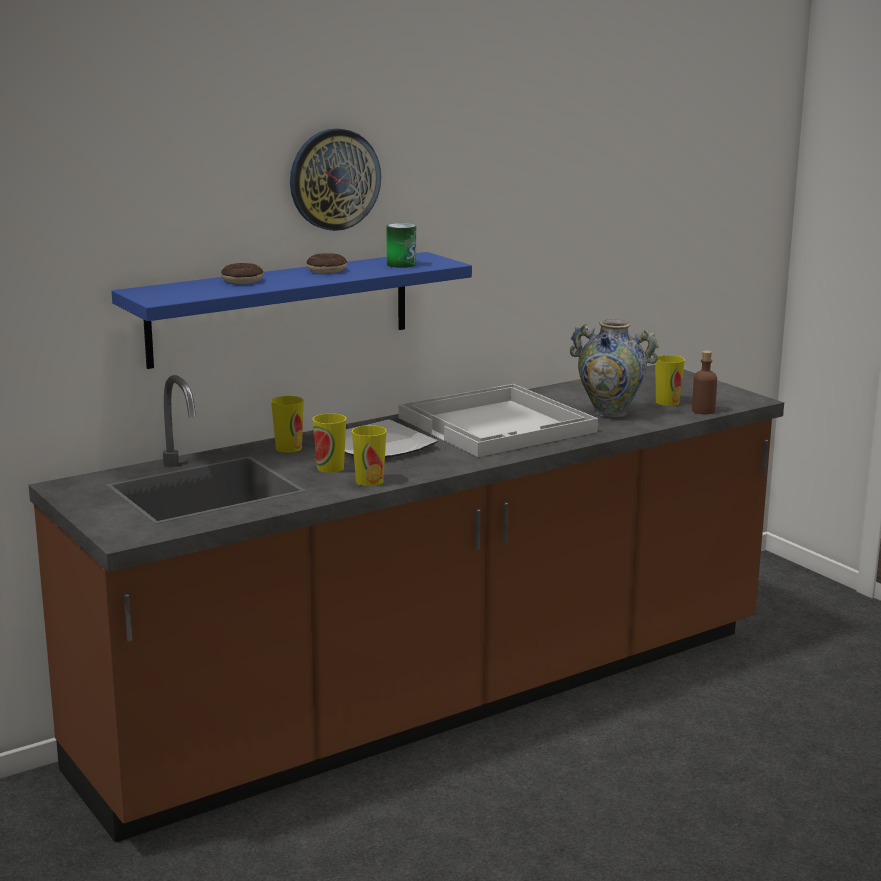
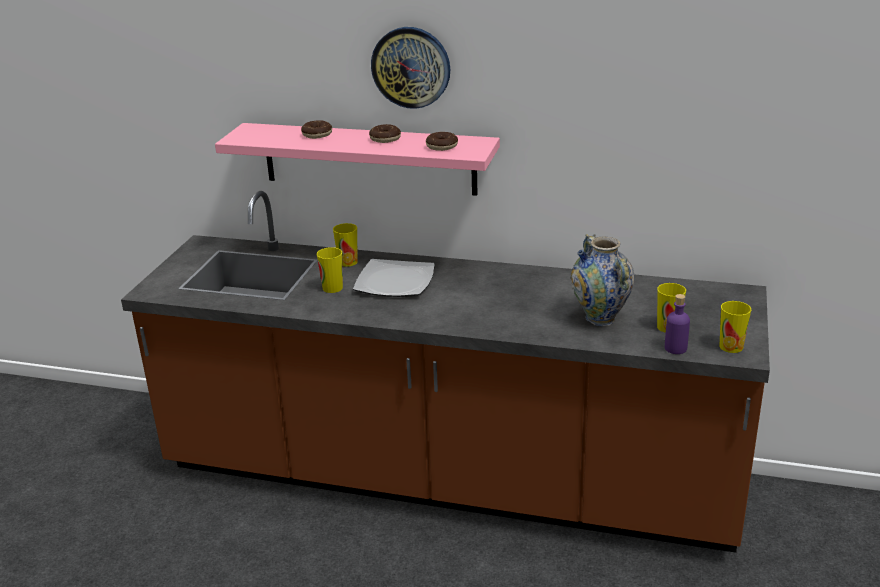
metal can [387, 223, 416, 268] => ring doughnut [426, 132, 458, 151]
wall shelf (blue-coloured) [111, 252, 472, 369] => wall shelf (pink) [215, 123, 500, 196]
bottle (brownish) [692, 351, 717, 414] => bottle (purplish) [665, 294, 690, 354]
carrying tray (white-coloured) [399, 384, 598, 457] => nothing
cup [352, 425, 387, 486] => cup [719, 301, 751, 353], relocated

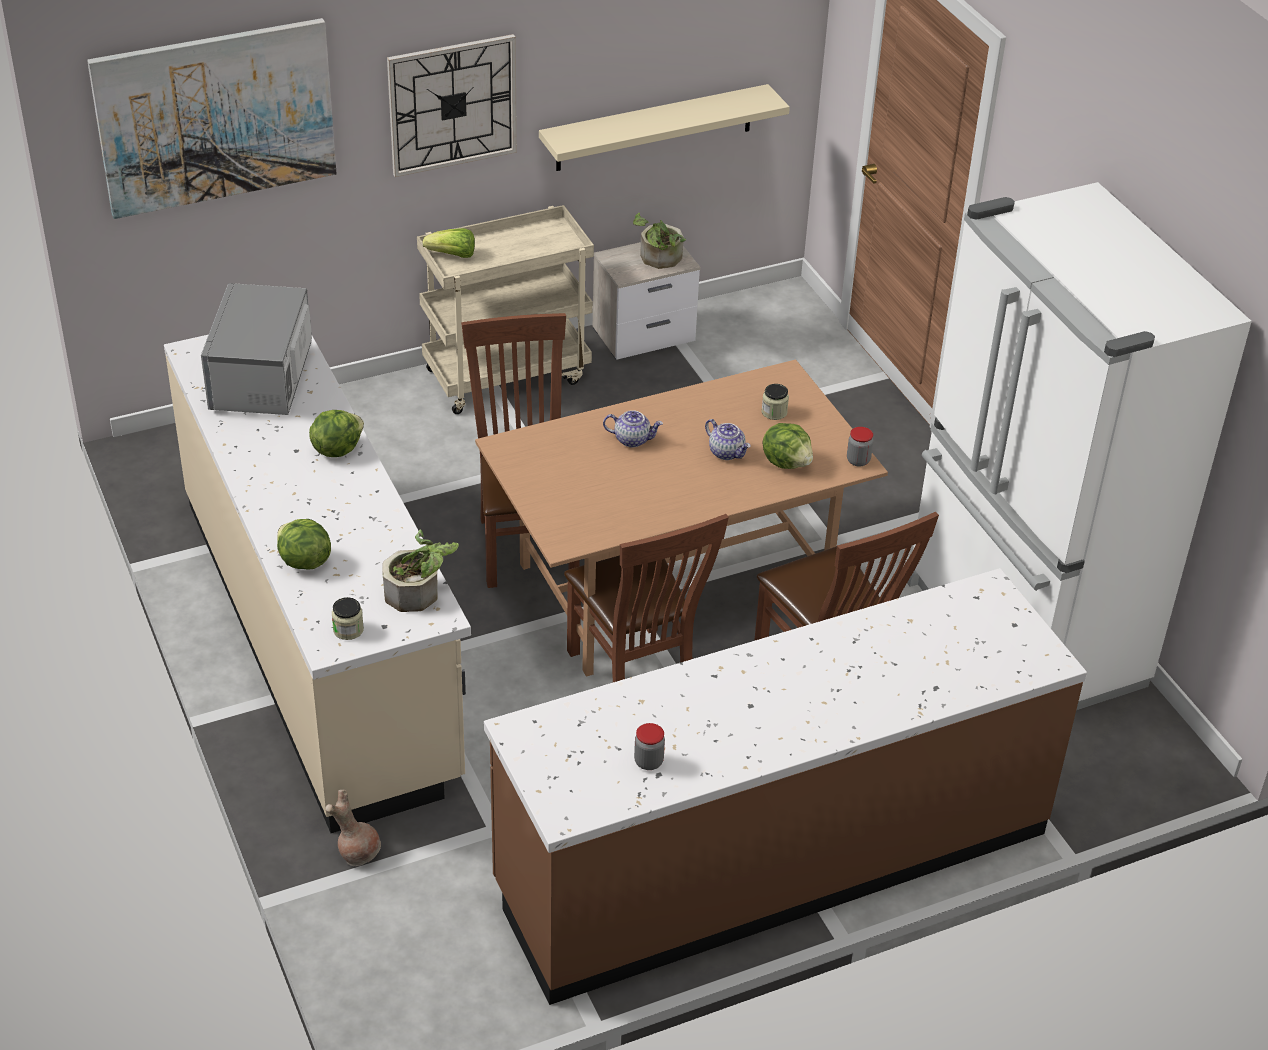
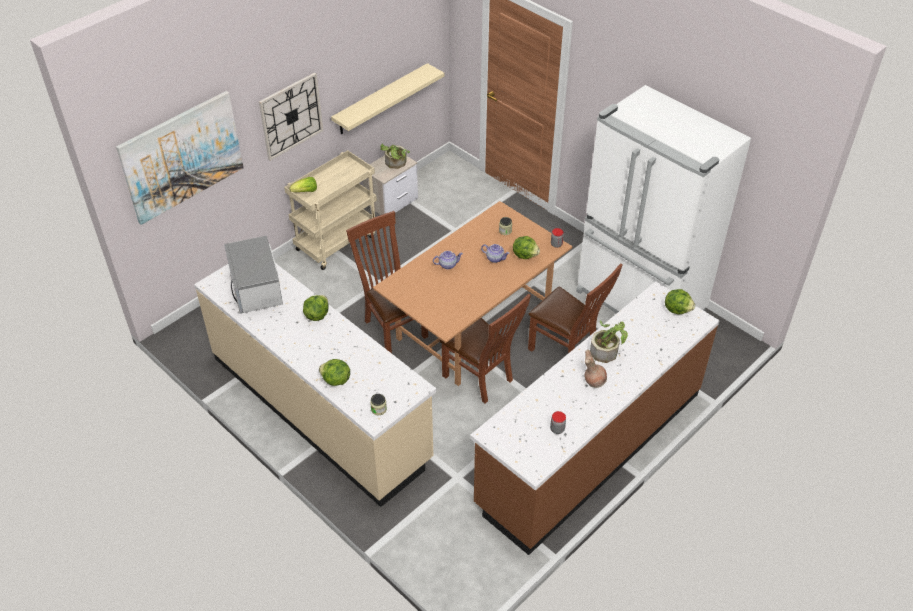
potted plant [383, 529, 459, 612] => potted plant [590, 320, 628, 363], relocated
flower vase (brownish) [325, 789, 381, 866] => flower vase (brownish) [585, 350, 607, 388], relocated
nothing => head of lettuce [665, 289, 695, 314]

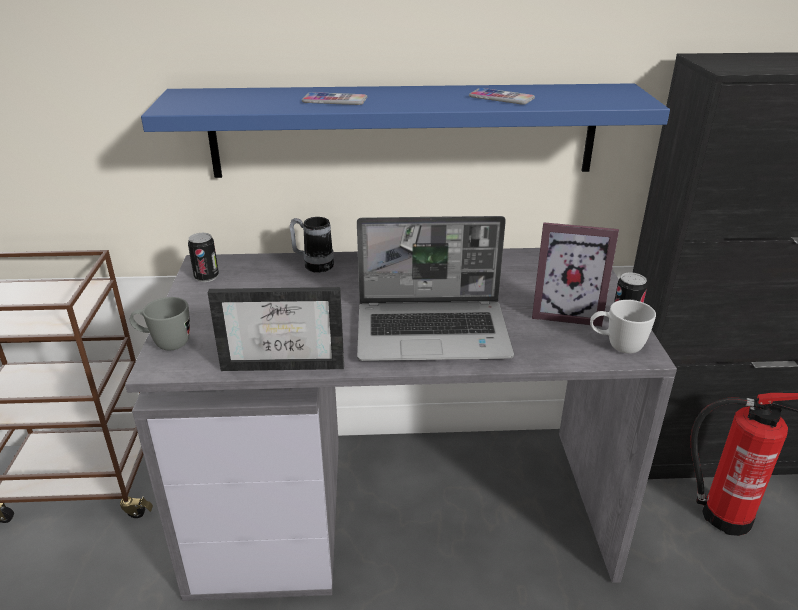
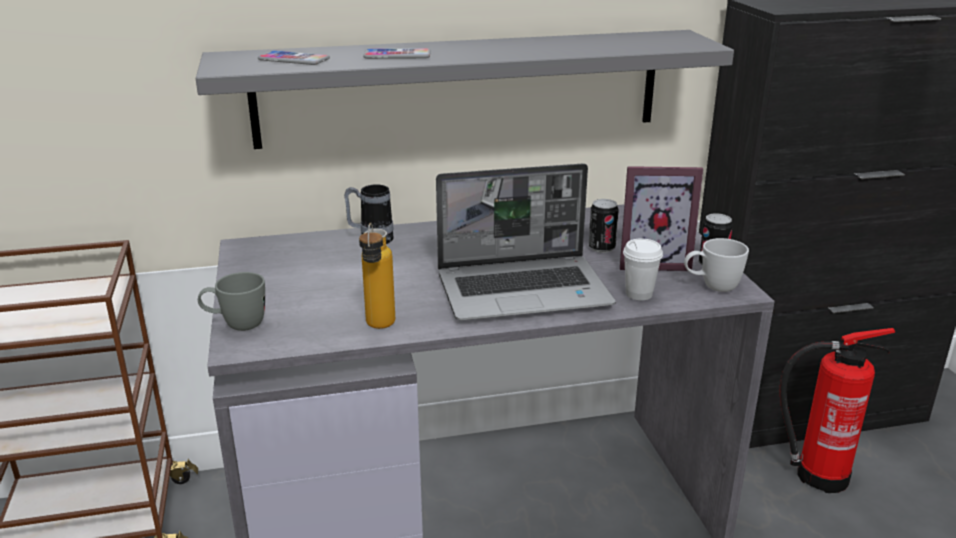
wall shelf (blue-coloured) [141, 83, 670, 178] => wall shelf (greyish) [196, 30, 734, 149]
telephone [469, 88, 535, 105] => telephone [258, 50, 330, 65], relocated
metal can [188, 233, 219, 282] => metal can [589, 199, 619, 253], relocated
photo frame [208, 287, 344, 371] => bottle [359, 223, 395, 329]
nothing => cup (white-coloured) [623, 239, 663, 301]

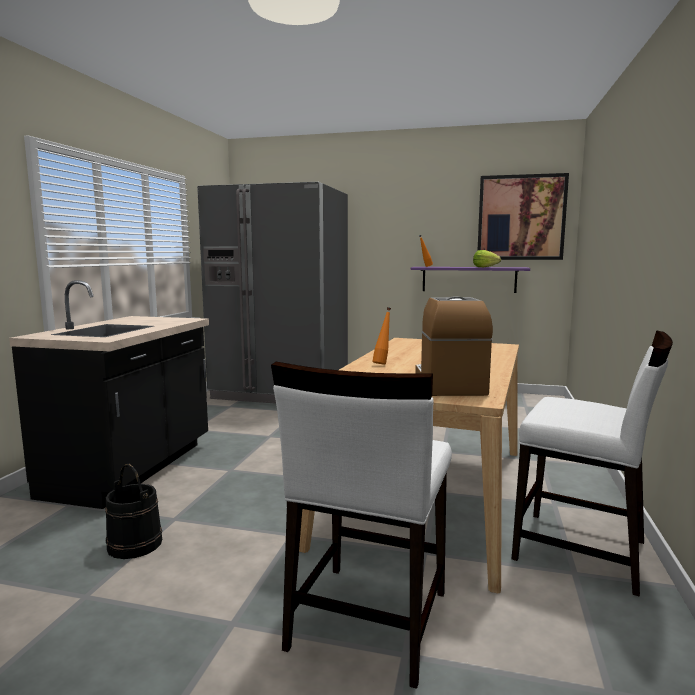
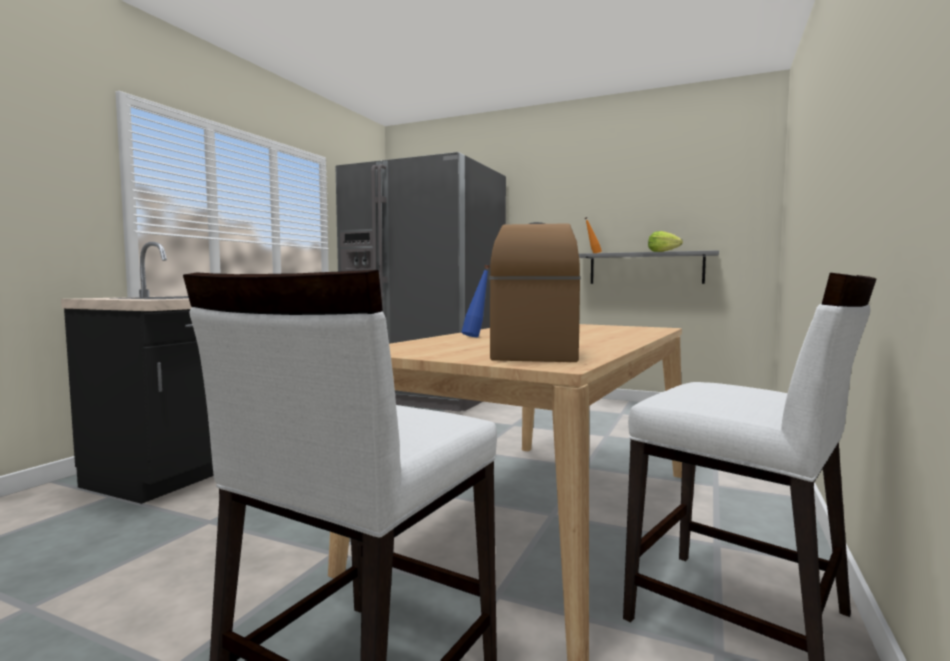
picture [478, 173, 569, 260] => nothing
wall shelf (purplish) [411, 267, 530, 293] => wall shelf (greyish) [579, 250, 719, 284]
bottle (orange-coloured) [372, 307, 391, 364] => bottle (blue-coloured) [461, 265, 490, 337]
water bucket (black) [105, 464, 162, 559] => nothing

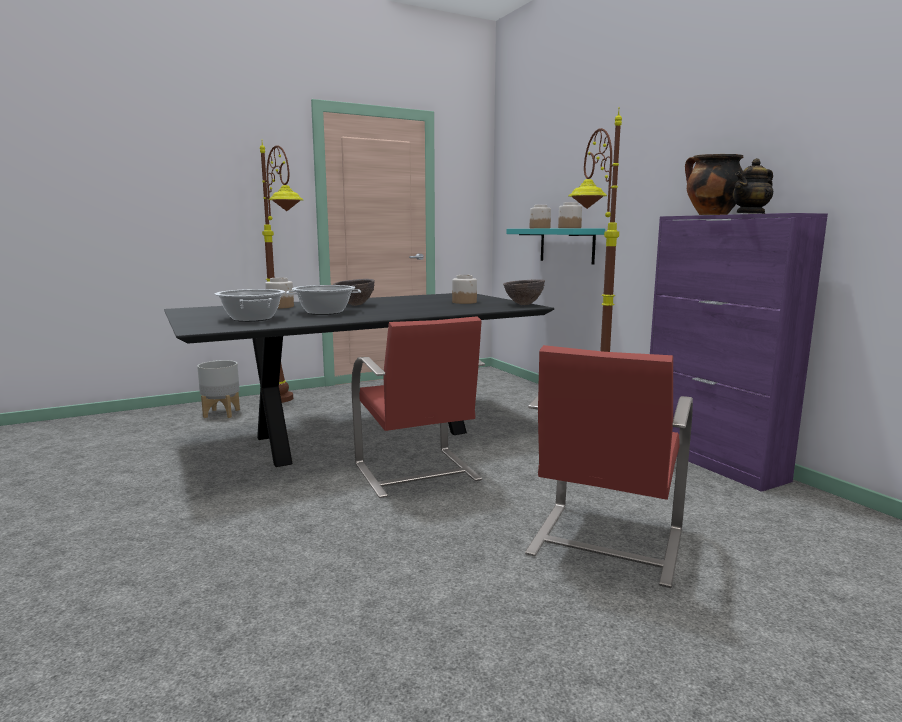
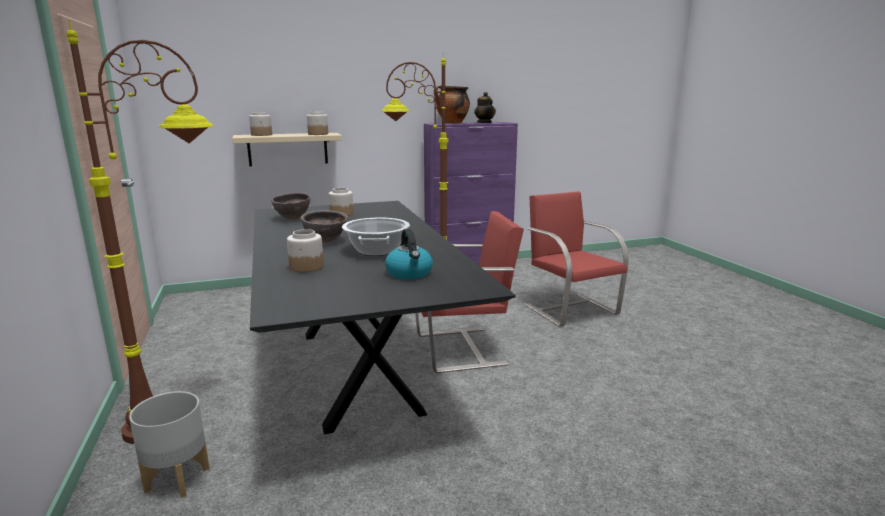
wall shelf (blue-green) [506, 228, 605, 265] => wall shelf (beige) [232, 133, 342, 166]
bowl (brownish) [503, 279, 545, 305] => bowl (brownish) [271, 192, 311, 220], relocated
cooking pot [215, 289, 285, 322] => kettle [385, 229, 433, 279]
upright chair (reddish) [525, 345, 693, 588] => upright chair (reddish) [524, 191, 629, 327], 150 degrees counterclockwise

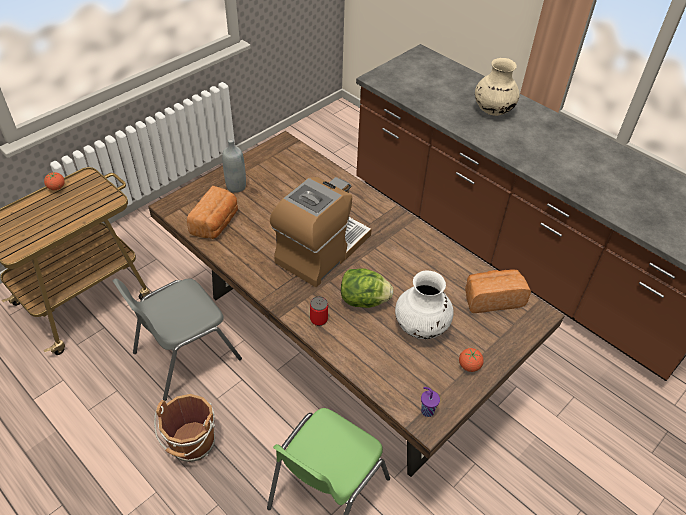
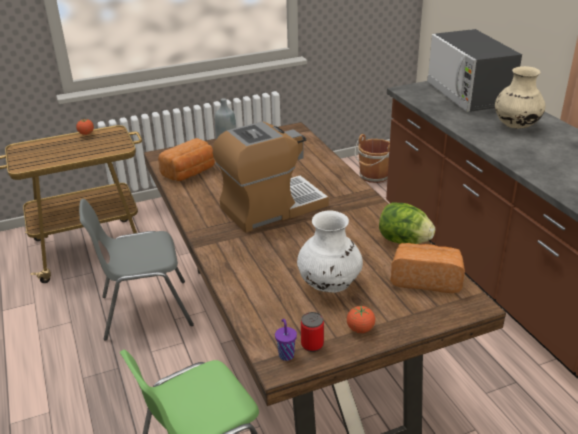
head of lettuce [341, 268, 394, 308] => head of lettuce [379, 202, 435, 244], relocated
metal can [310, 296, 328, 326] => metal can [301, 312, 324, 352], relocated
water bucket (brownish) [154, 394, 215, 462] => water bucket (brownish) [355, 134, 390, 183], relocated
nothing => kitchen microwave [427, 29, 522, 112]

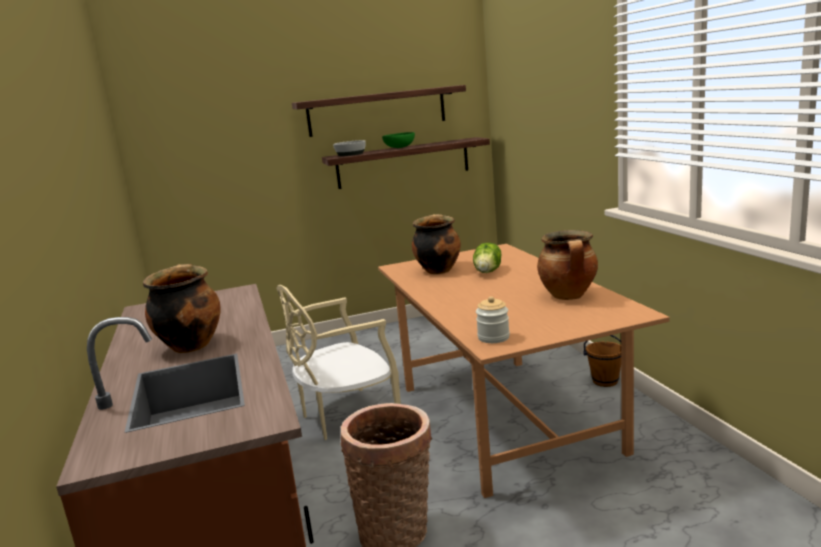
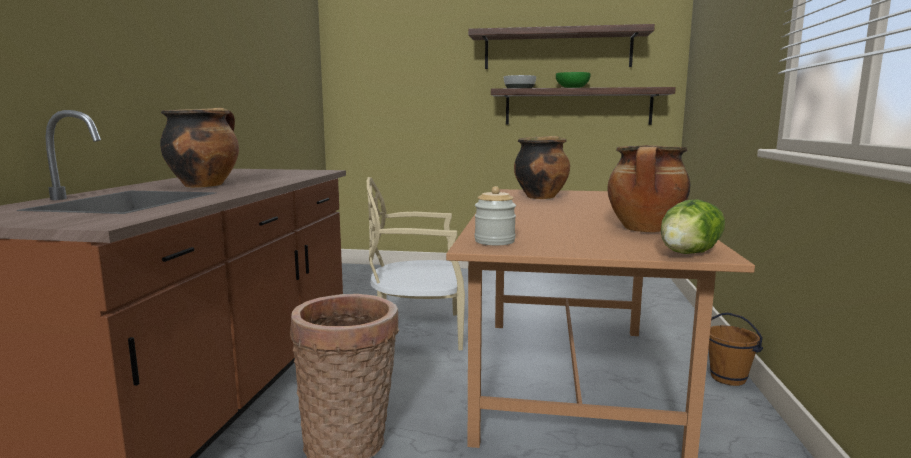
head of lettuce [473, 243, 501, 273] => head of lettuce [661, 199, 725, 254], relocated

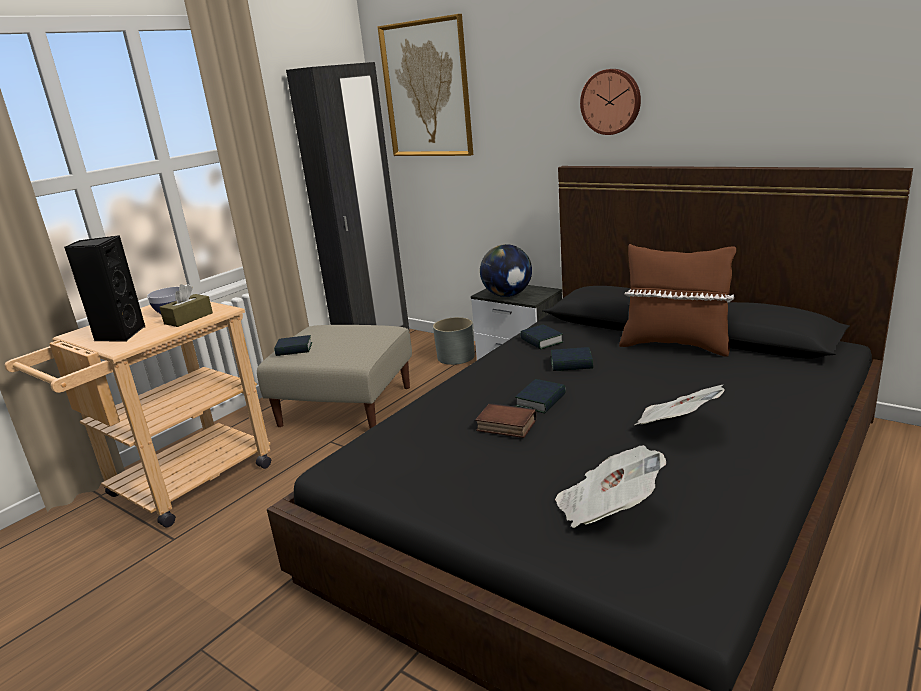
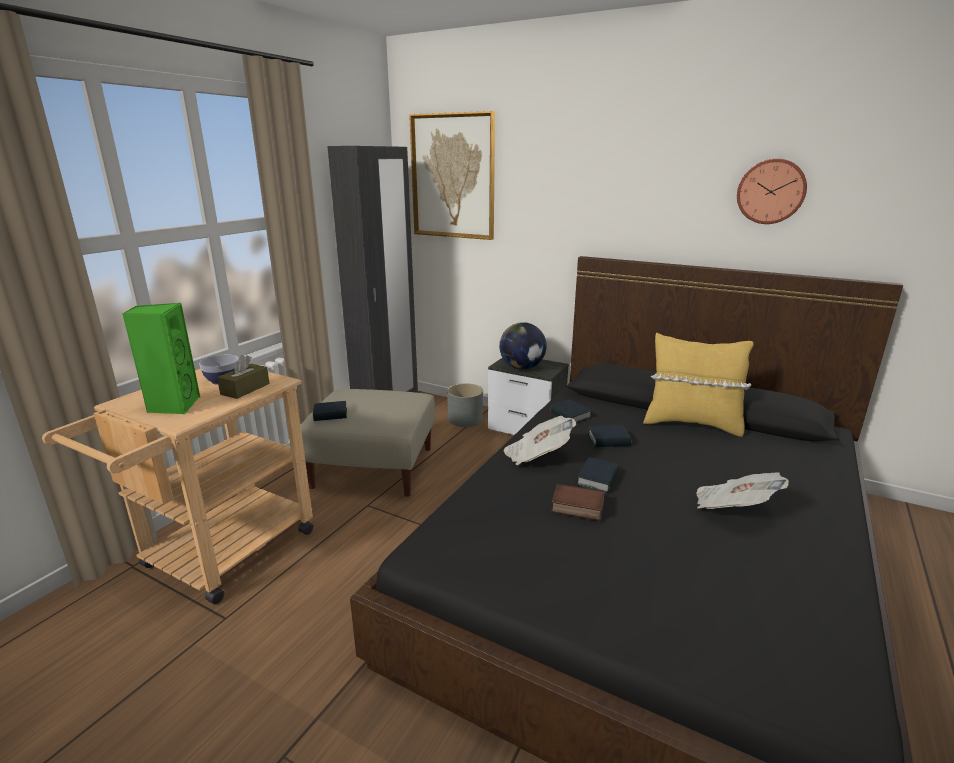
clock on the wall [580, 69, 641, 135] => clock on the wall [737, 159, 807, 224], relocated
audio speaker (black) [64, 235, 145, 342] => audio speaker (green-coloured) [122, 303, 200, 414]
pillow (brownish) [619, 244, 736, 357] => pillow (yellow-coloured) [643, 333, 754, 437]
printed paper [555, 445, 666, 528] => printed paper [504, 416, 576, 465], relocated

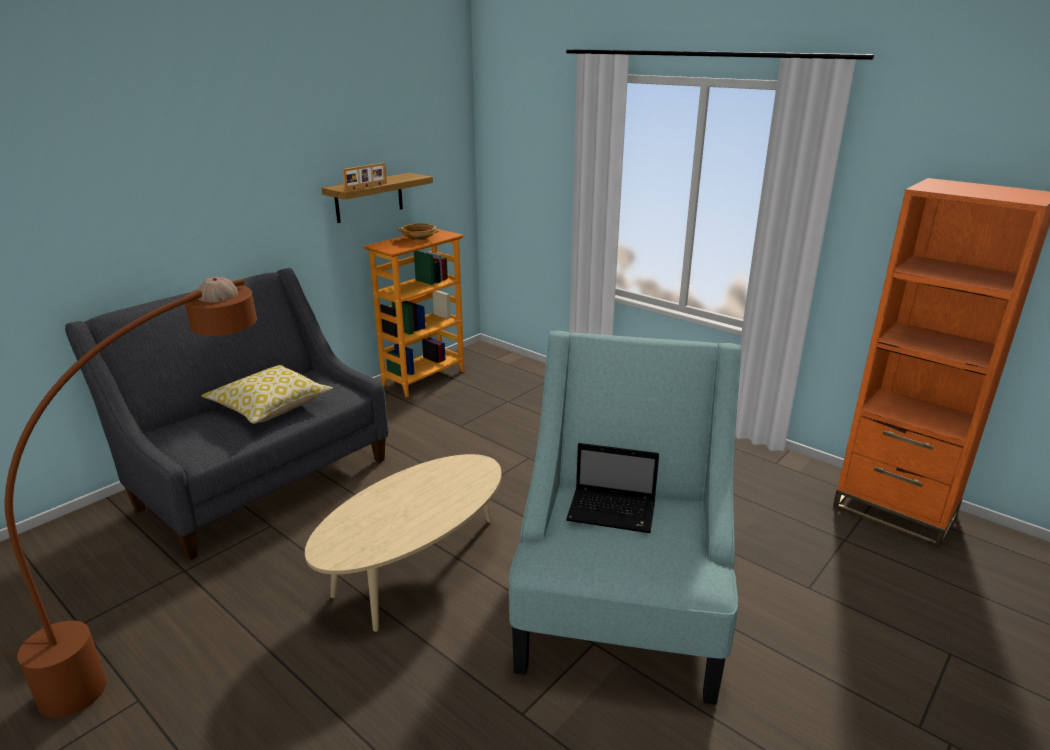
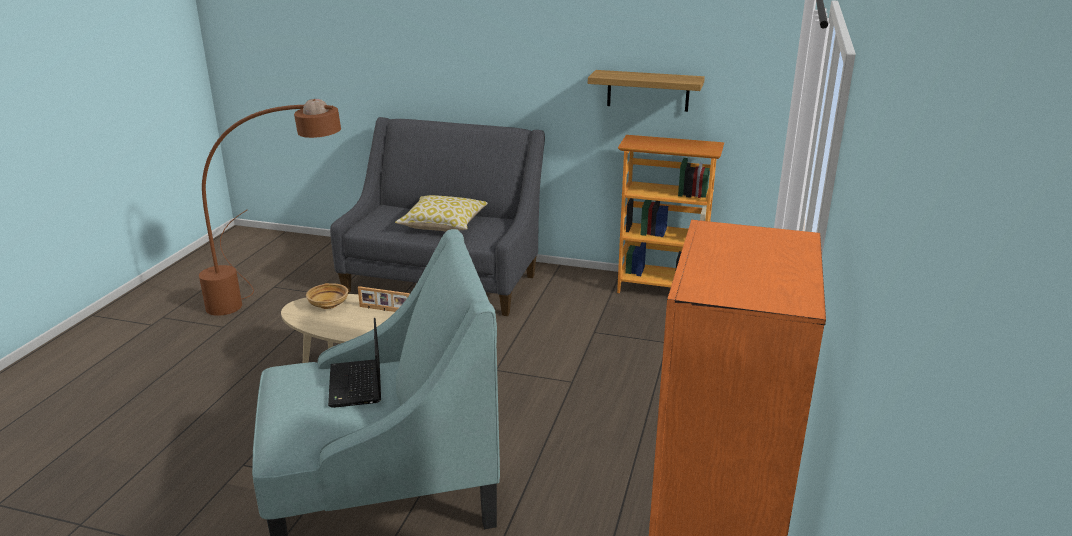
photo frame [342, 163, 387, 191] => photo frame [358, 286, 410, 312], relocated
bowl (beige) [398, 223, 439, 241] => bowl (beige) [306, 283, 348, 309], relocated

